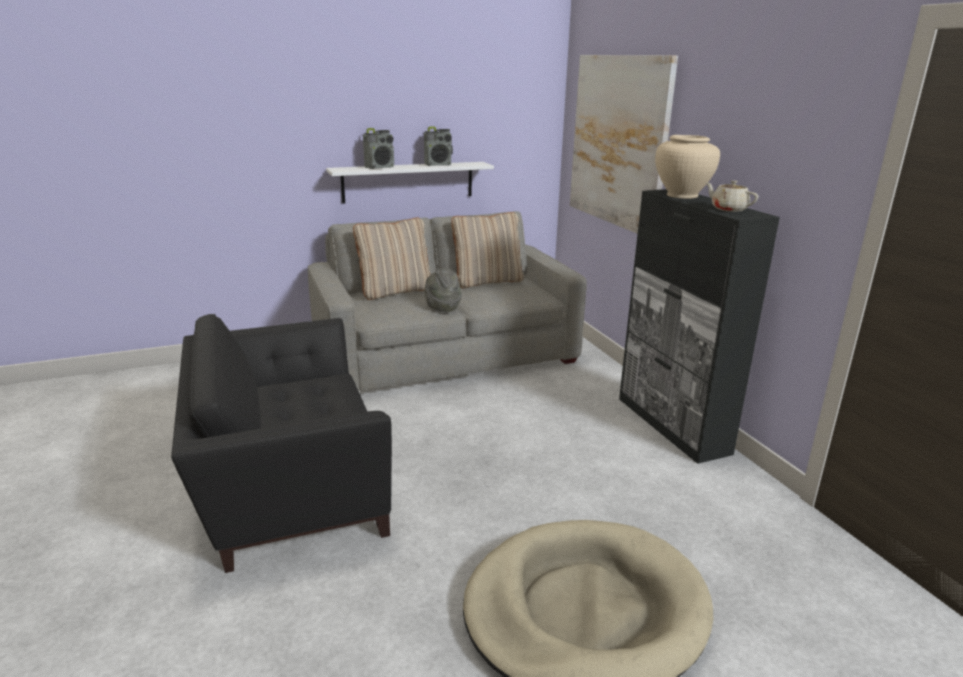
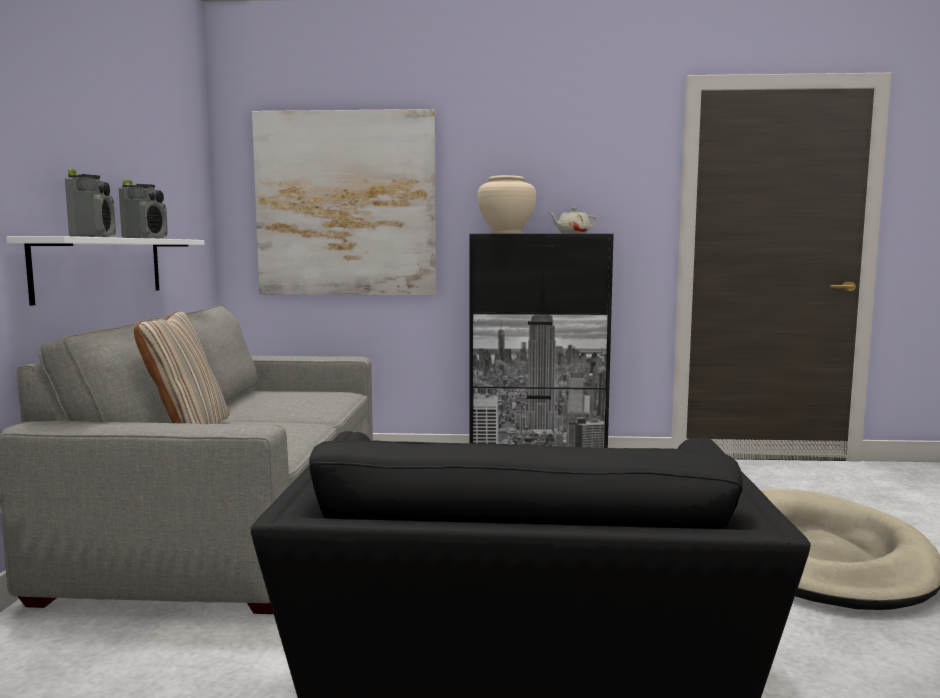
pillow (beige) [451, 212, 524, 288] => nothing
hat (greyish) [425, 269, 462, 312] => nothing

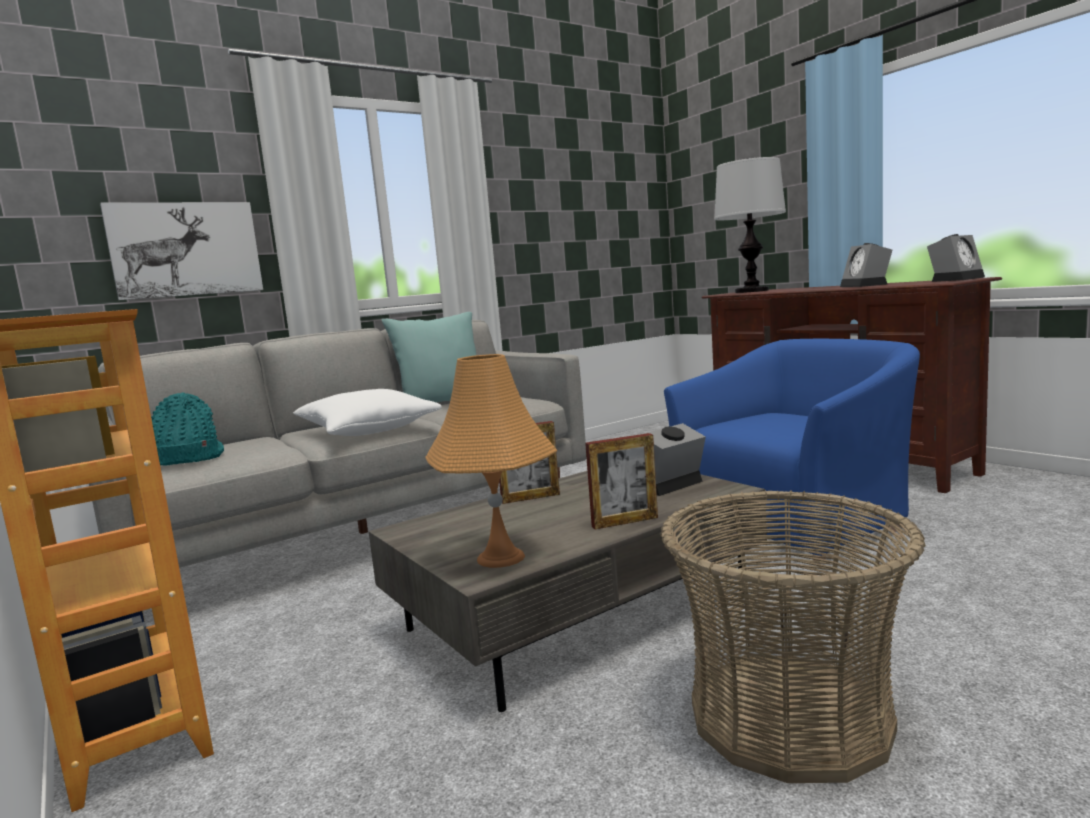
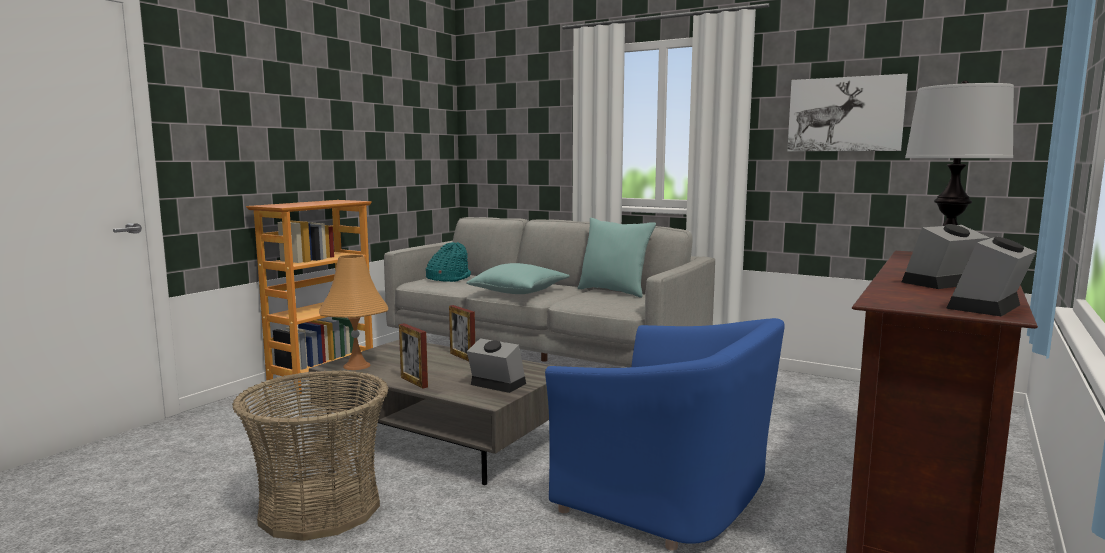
picture [100, 202, 263, 300] => picture [787, 74, 908, 151], relocated
table clock [927, 234, 985, 282] => table clock [946, 236, 1037, 316], 105 degrees clockwise
pillow (white-coloured) [293, 389, 442, 436] => pillow (blue-green) [466, 263, 570, 294]

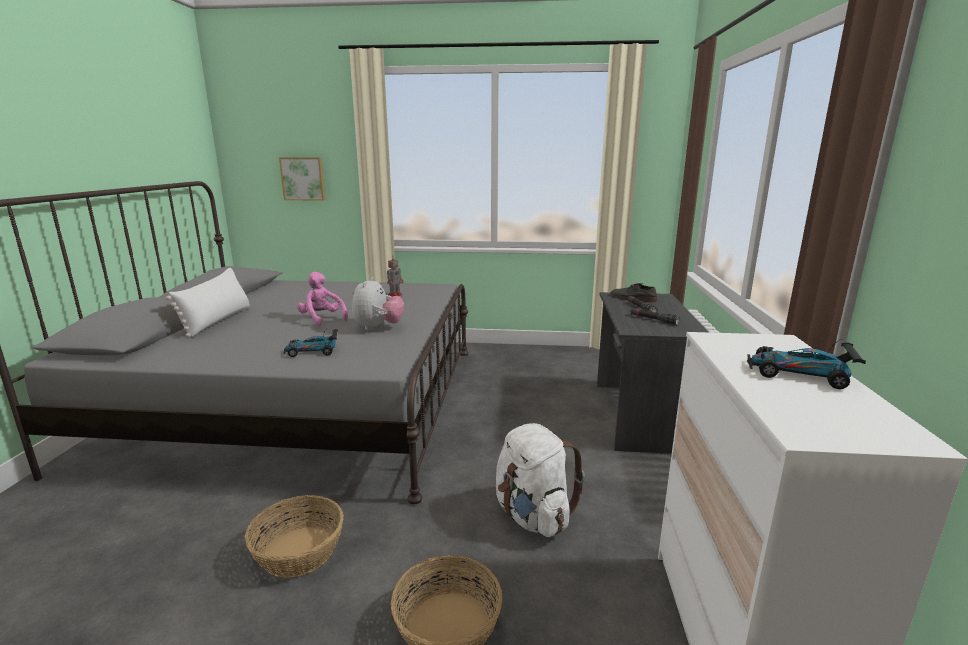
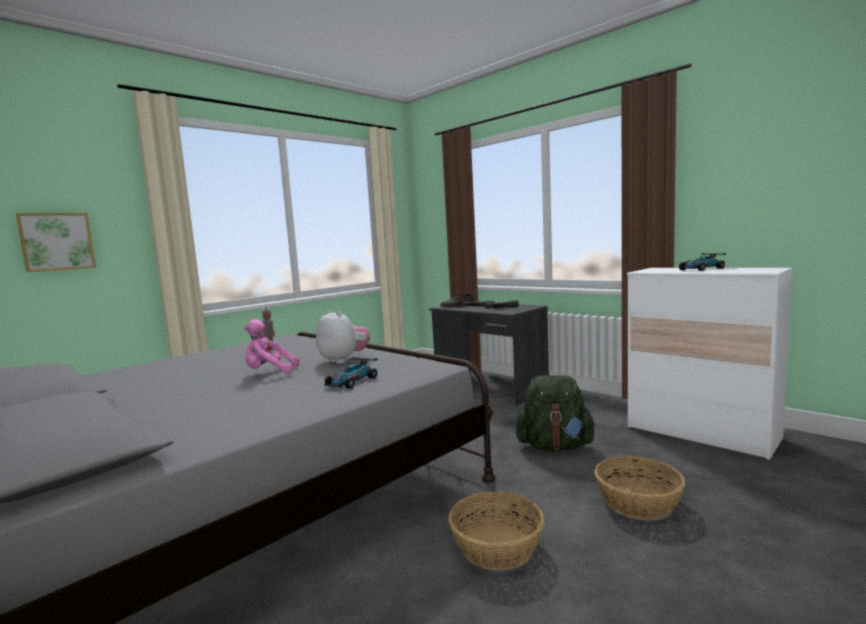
pillow (white-coloured) [166, 268, 250, 338] => nothing
knapsack (white-coloured) [496, 423, 585, 537] => knapsack (green-coloured) [515, 375, 597, 451]

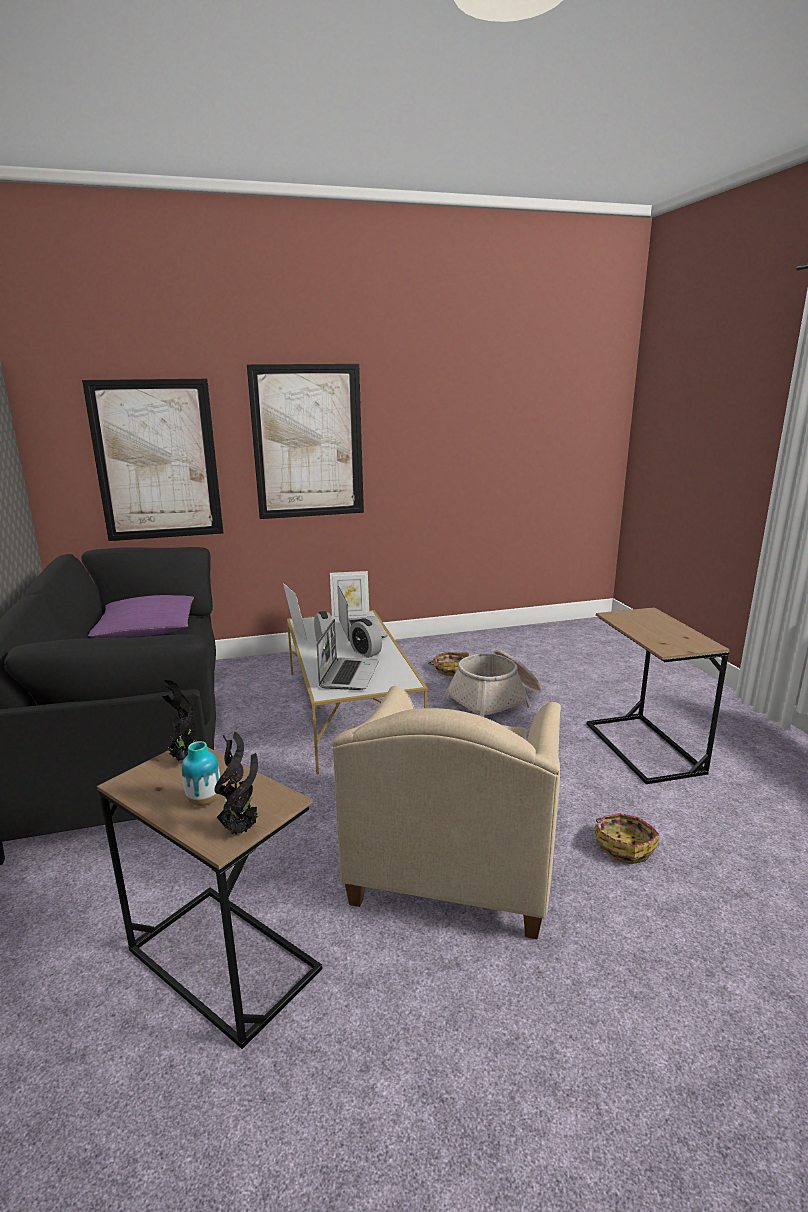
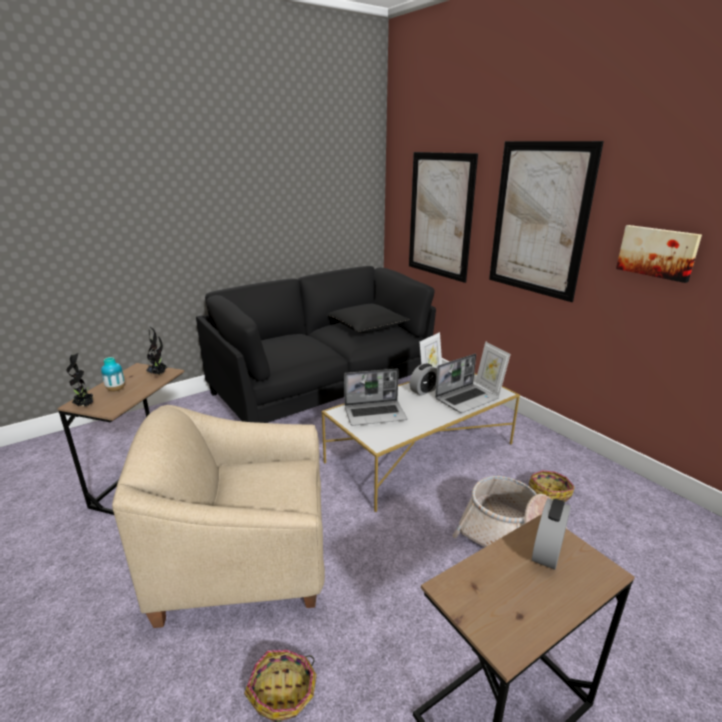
pillow (purplish) [88, 595, 194, 638] => pillow (black) [327, 304, 409, 333]
table clock [349, 618, 382, 658] => table clock [532, 498, 571, 570], relocated
nothing => picture [616, 225, 702, 283]

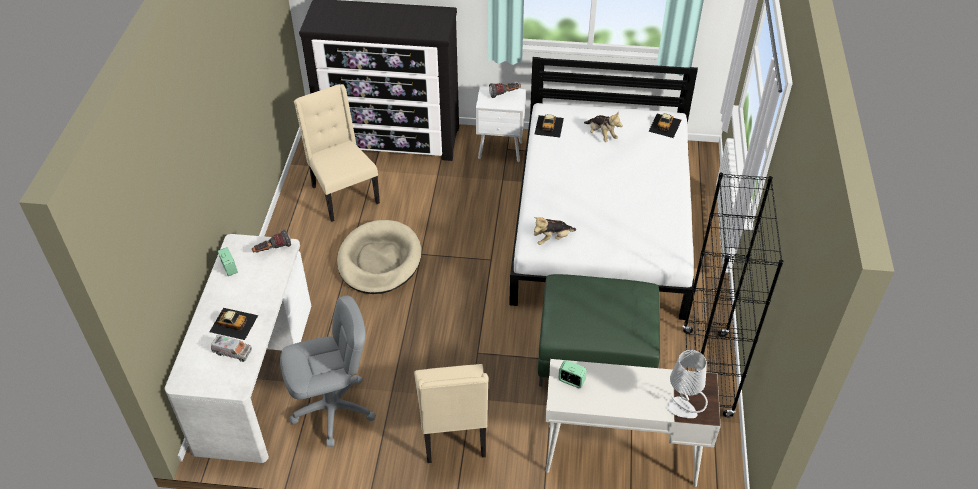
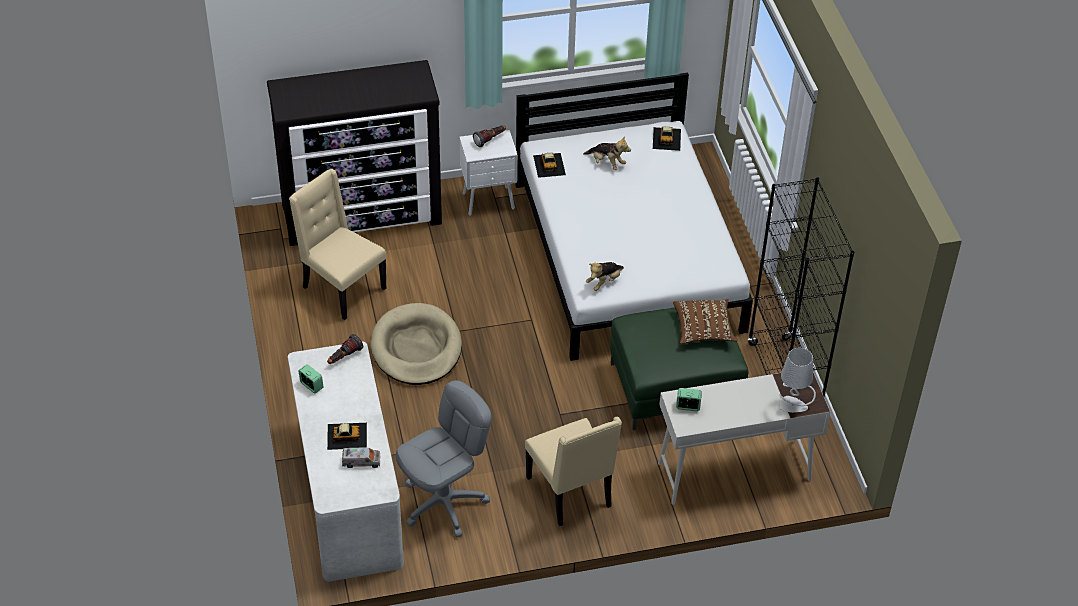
nothing => pillow (brownish) [673, 299, 737, 344]

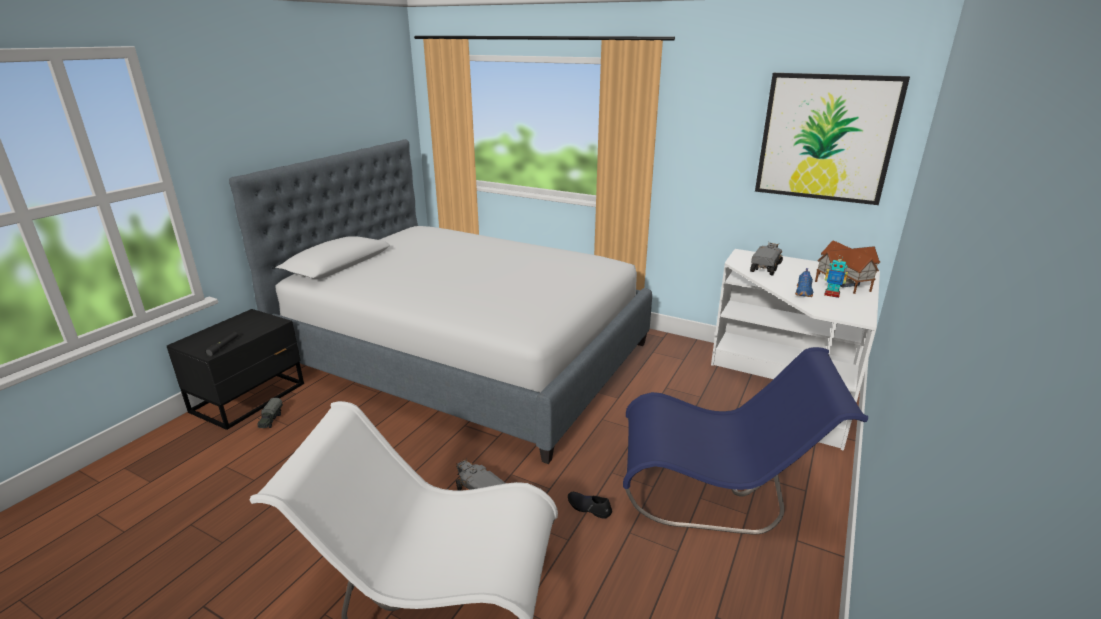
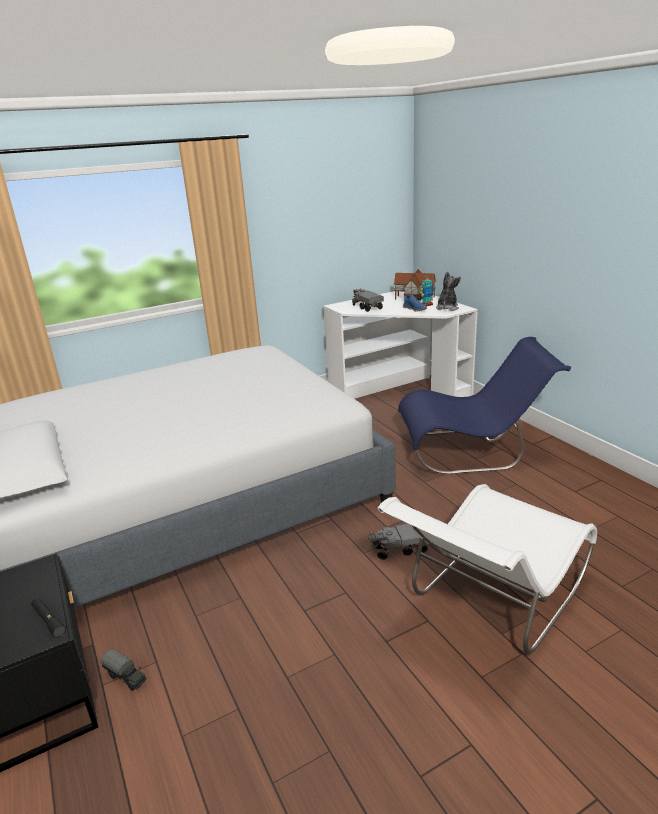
picture [755, 73, 910, 205] => nothing
upright chair (blue-coloured) [623, 347, 868, 535] => upright chair (blue-coloured) [398, 337, 571, 474], 45 degrees clockwise
shoe (black) [568, 492, 612, 519] => nothing
nothing => cuddly toy [436, 271, 461, 311]

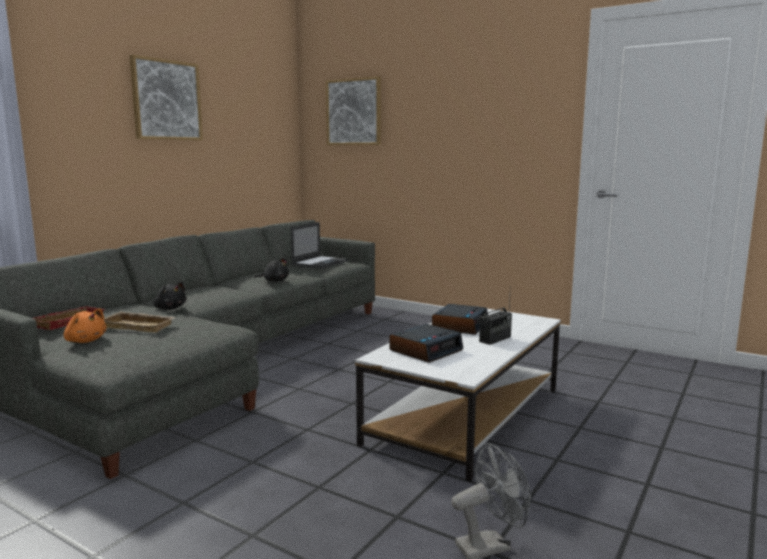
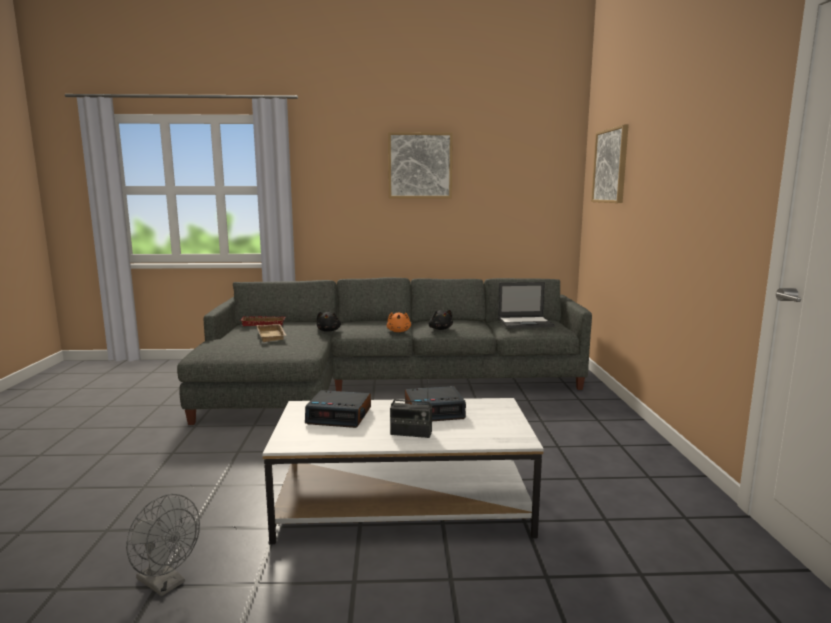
cuddly toy (orange-coloured) [64, 309, 107, 343] => cuddly toy (orange-coloured) [387, 312, 411, 332], relocated

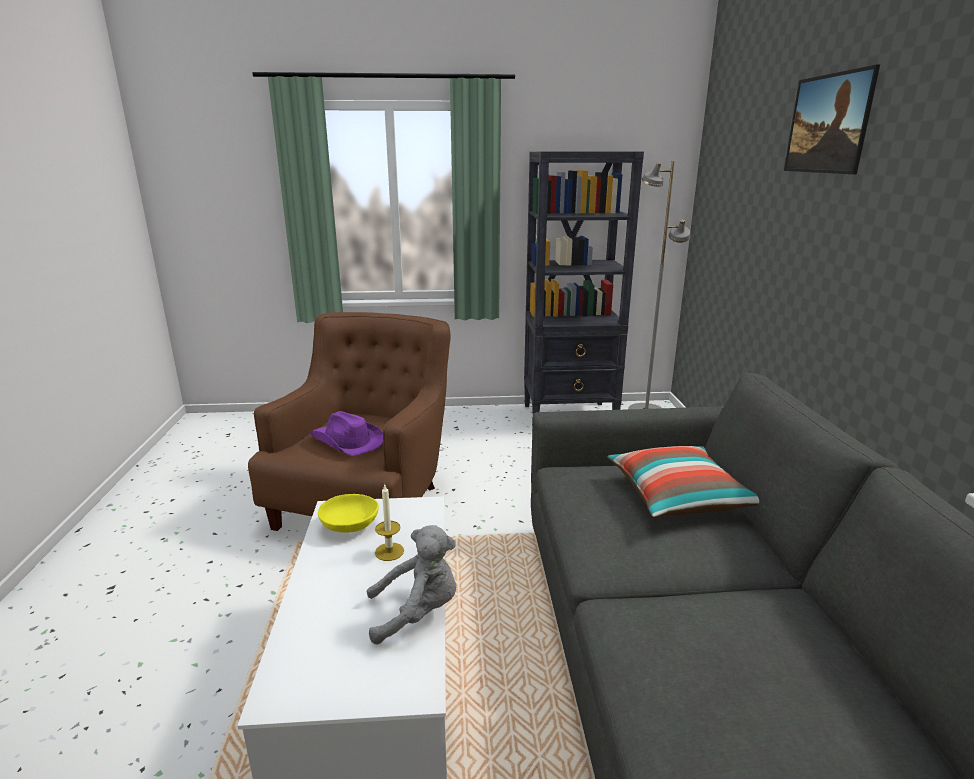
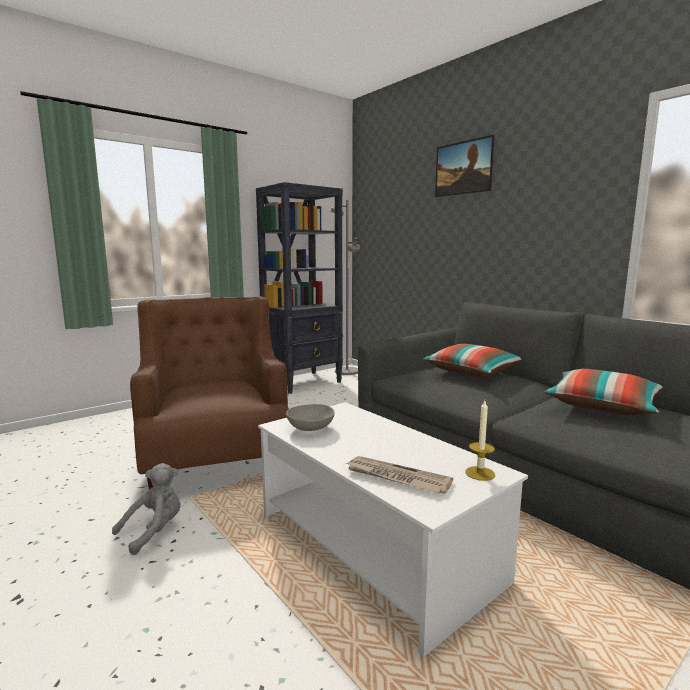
hat (purplish) [309, 411, 383, 456] => nothing
wax light [375, 485, 404, 561] => wax light [465, 401, 495, 481], relocated
bowl (yellow-coloured) [318, 494, 379, 533] => bowl (greyish) [286, 404, 335, 431]
cuddly toy (greyish) [367, 525, 456, 645] => cuddly toy (greyish) [112, 463, 181, 555], relocated
nothing => pillow [544, 369, 663, 415]
nothing => printed paper [346, 456, 453, 494]

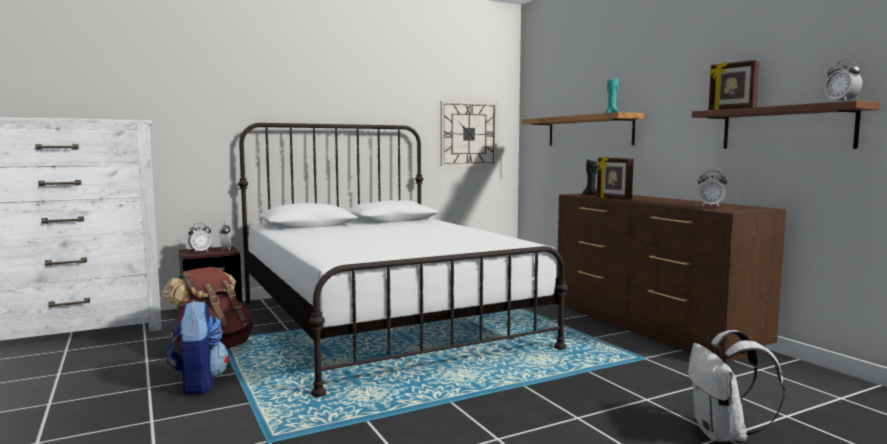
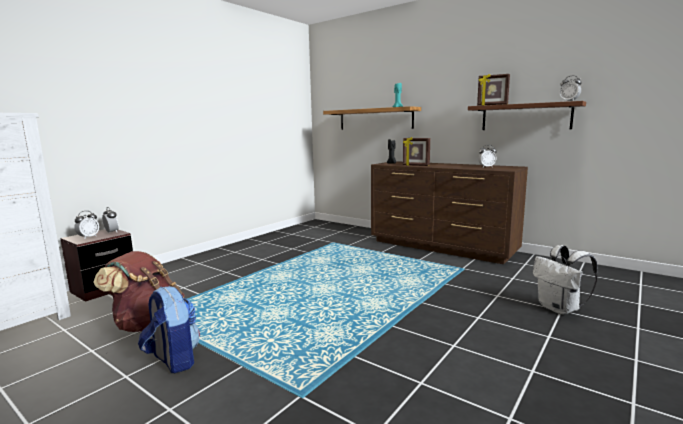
clock on the wall [441, 101, 497, 166] => nothing
sleeping bed (white-coloured) [238, 123, 568, 397] => nothing

